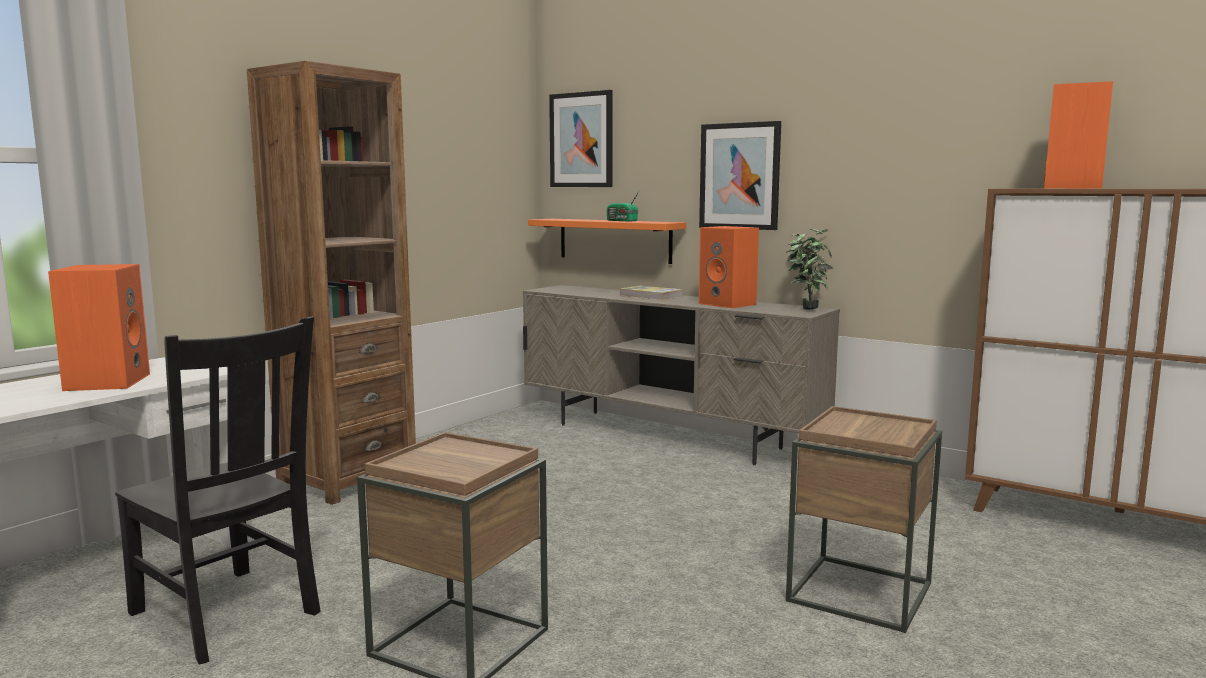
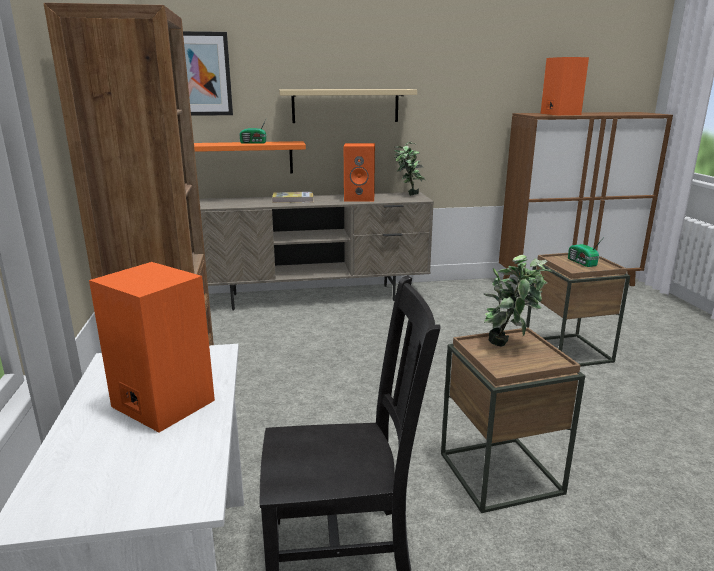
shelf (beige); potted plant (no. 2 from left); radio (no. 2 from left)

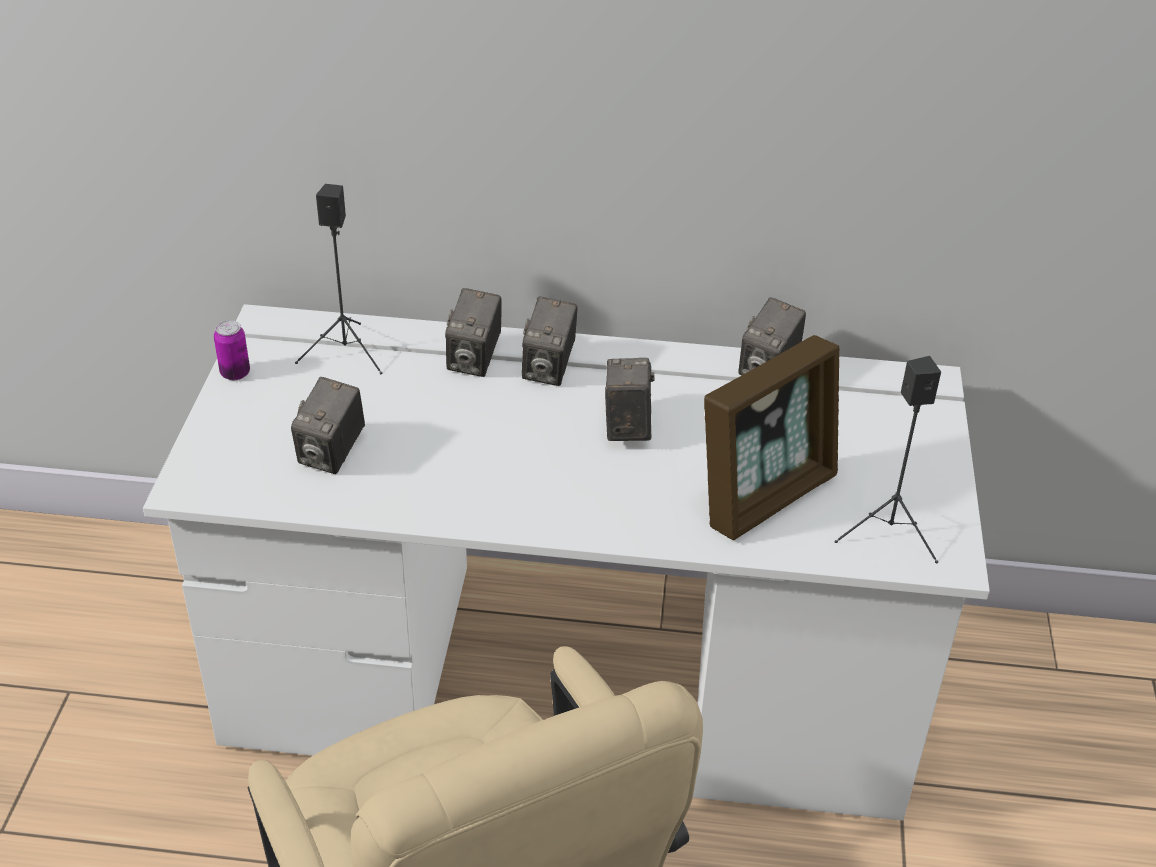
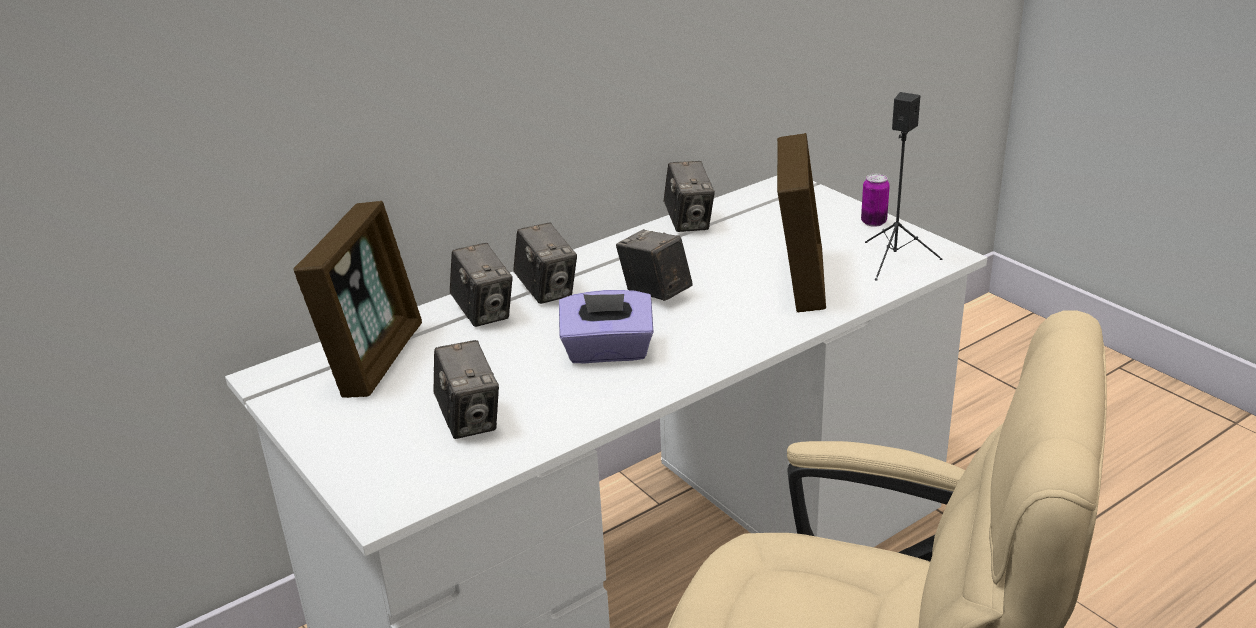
picture frame (no. 1 from left); tissue box (purple); can

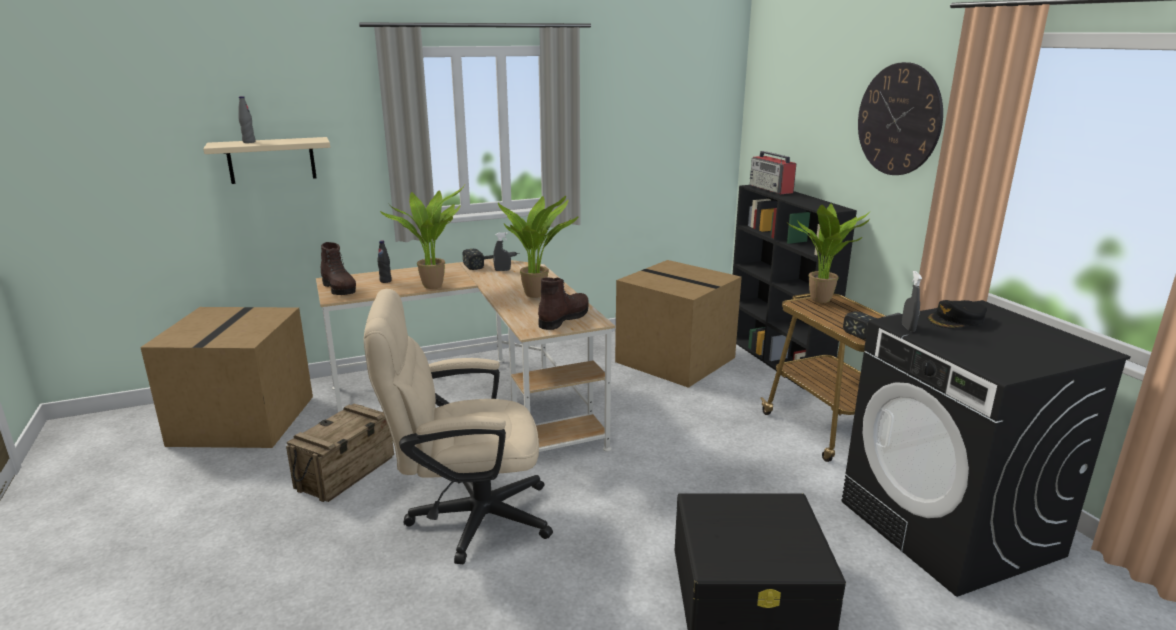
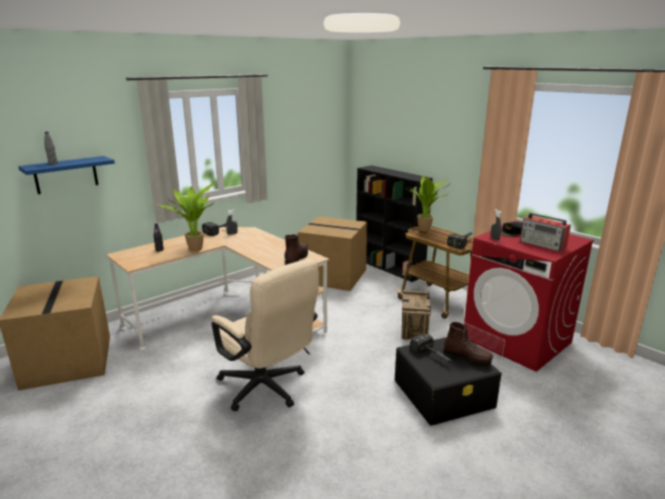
shelf (blue); office chair (beige); crate; hammer (no. 2 from left); boot (brown) (no. 2 from left); washing machine (red); radio; potted plant (no. 2 from left in the first image); wall clock

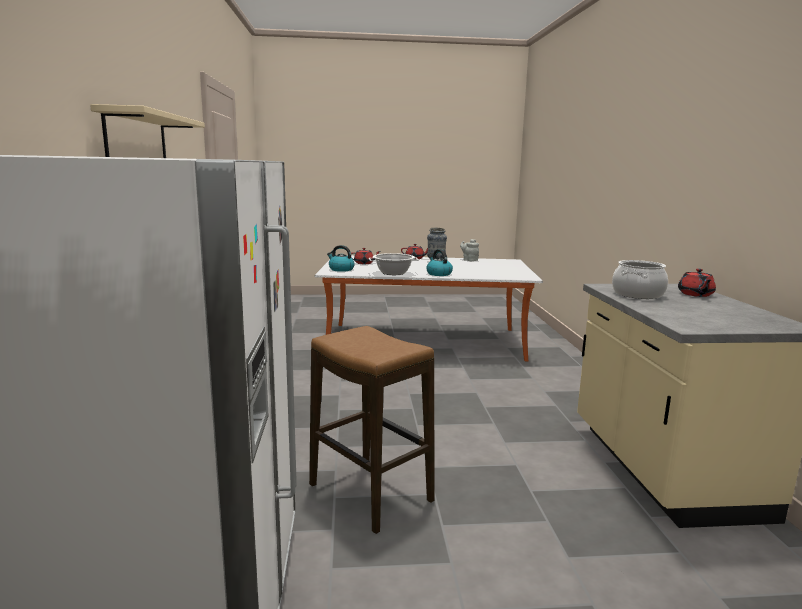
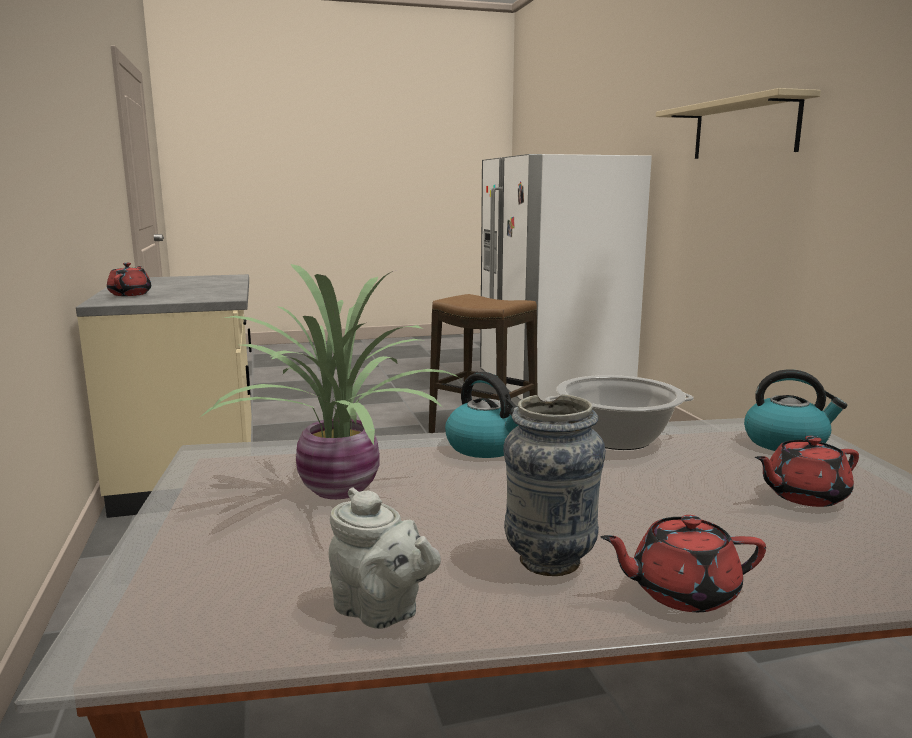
potted plant; cooking pot (no. 2 from left in the first image)

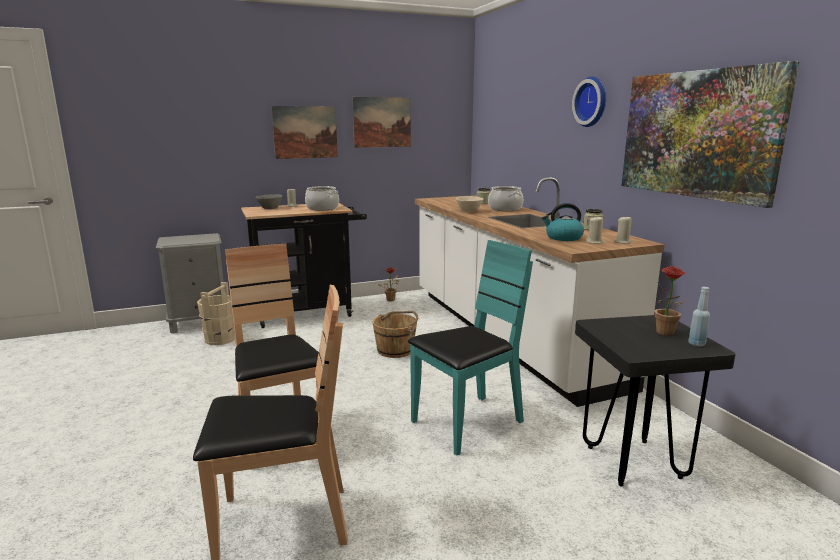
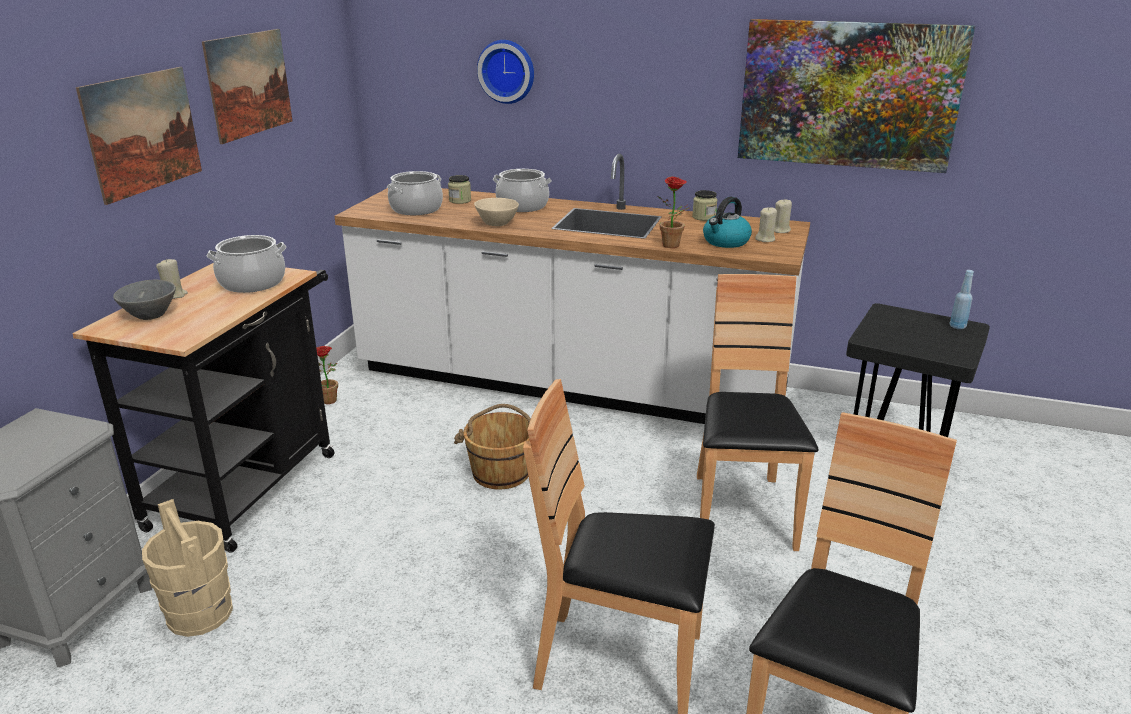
cooking pot (no. 2 from left); wall clock; potted plant (no. 2 from left); chair (brown) (no. 2 from left)

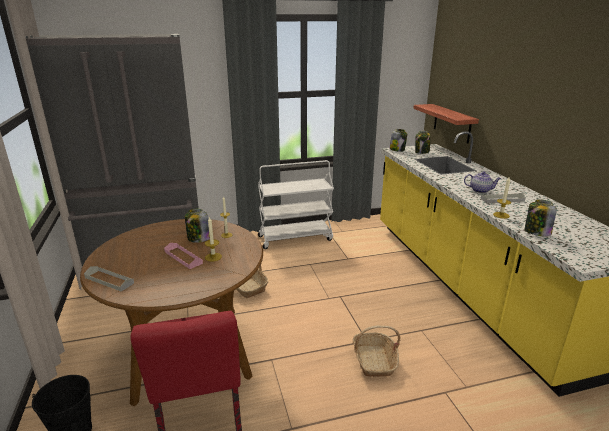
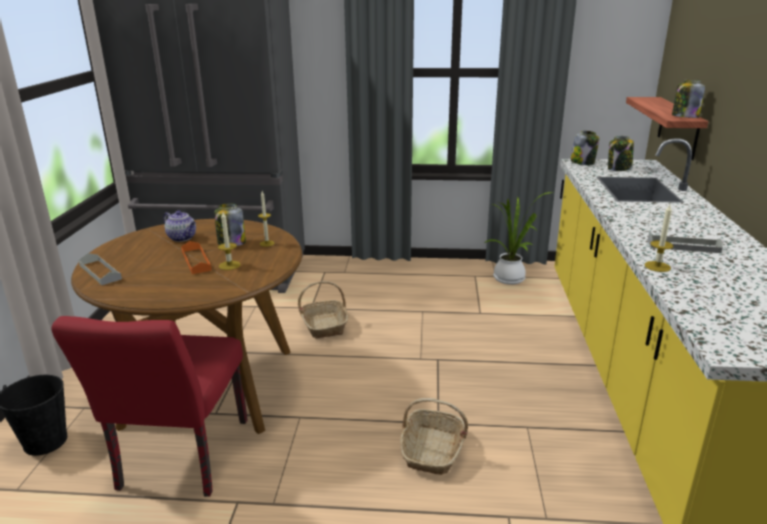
teapot; tray (orange); potted plant; jar (no. 4 from left); cart (white)

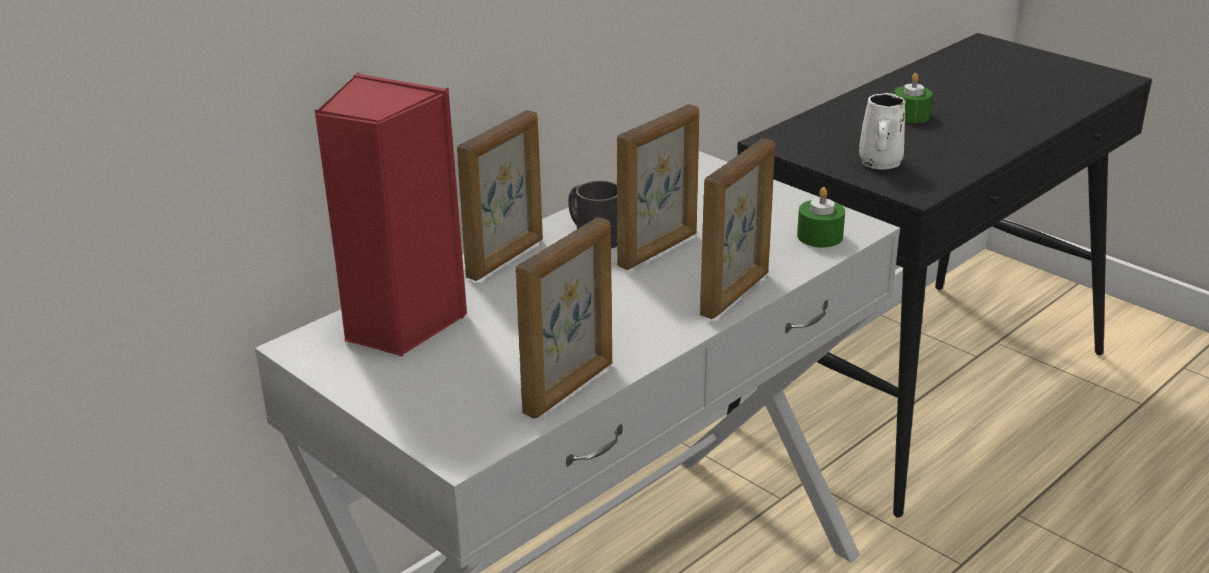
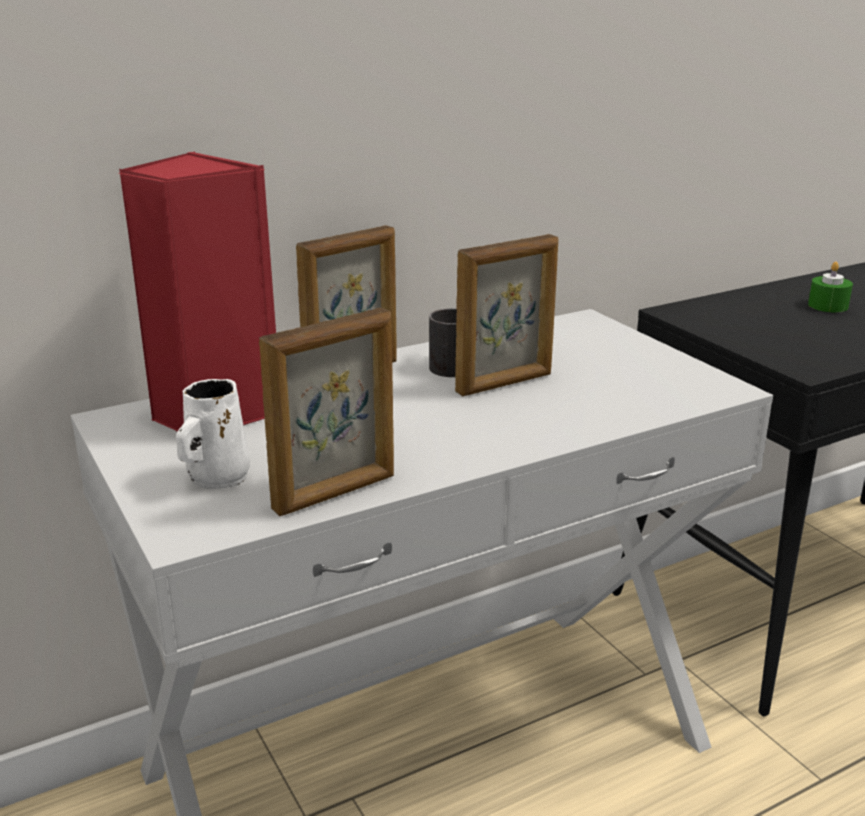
mug (white); picture frame (no. 4 from left in the first image); candle (green) (no. 1 from left in the first image)

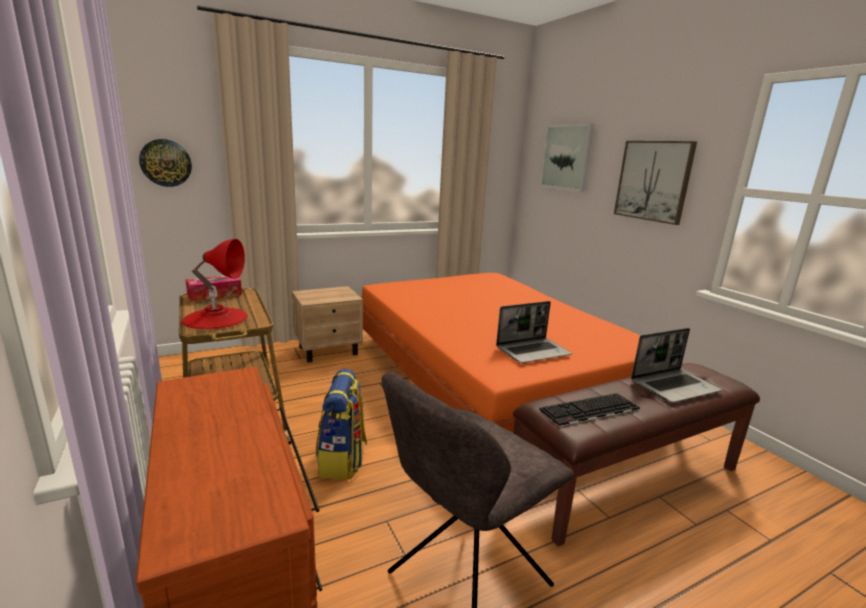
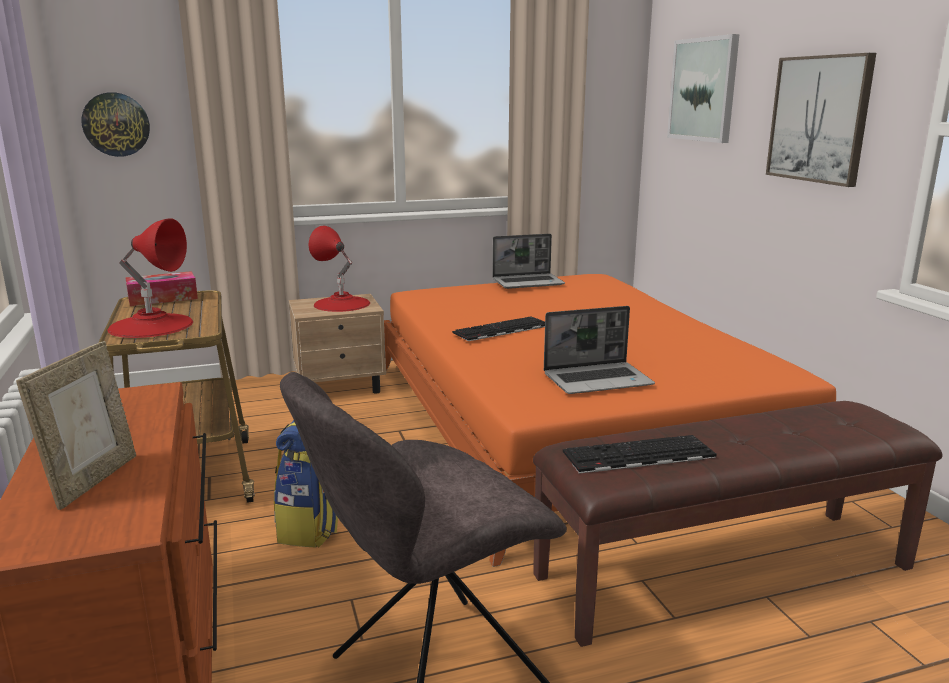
picture frame; table lamp (red) (no. 2 from left); keyboard (no. 1 from left); laptop (no. 1 from left)

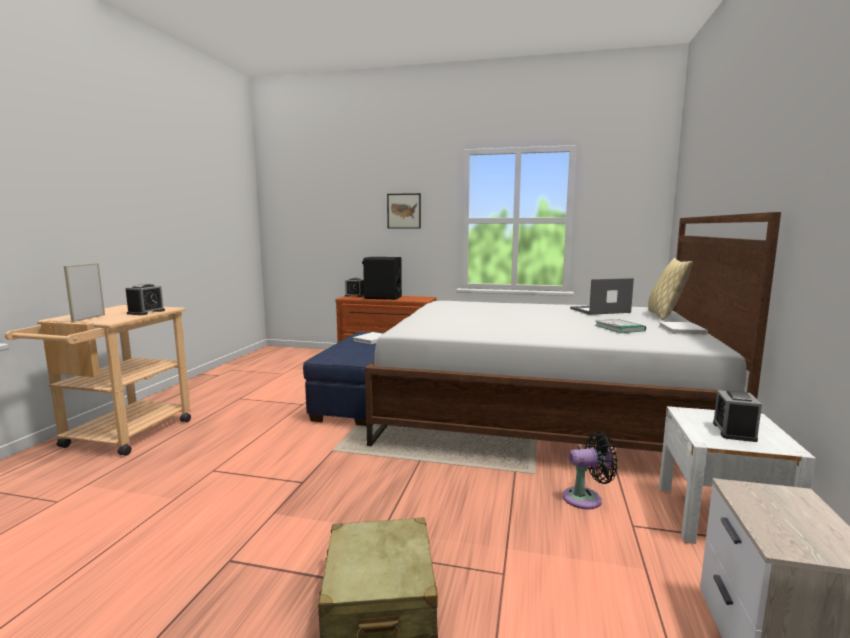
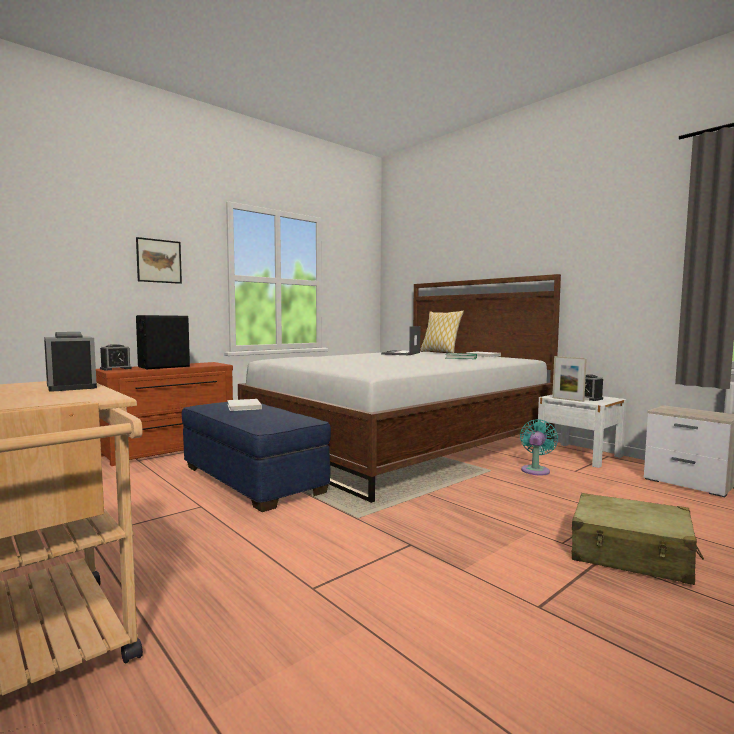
fan (turquoise); picture frame

